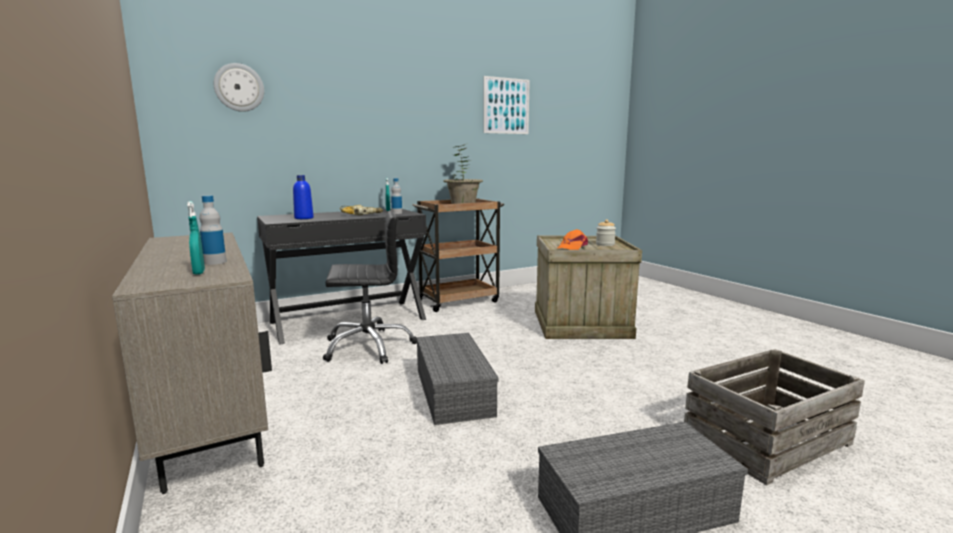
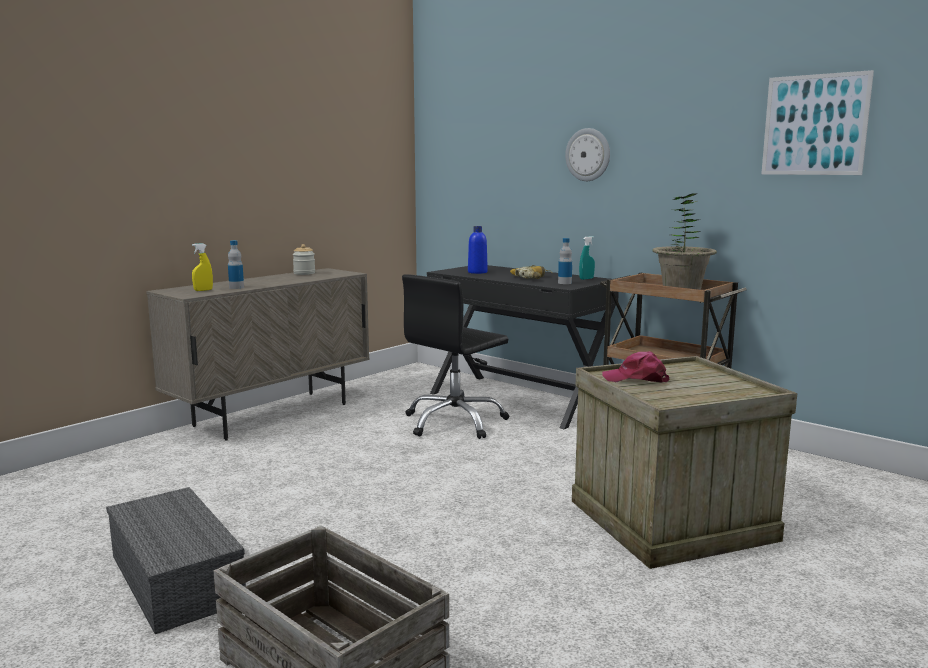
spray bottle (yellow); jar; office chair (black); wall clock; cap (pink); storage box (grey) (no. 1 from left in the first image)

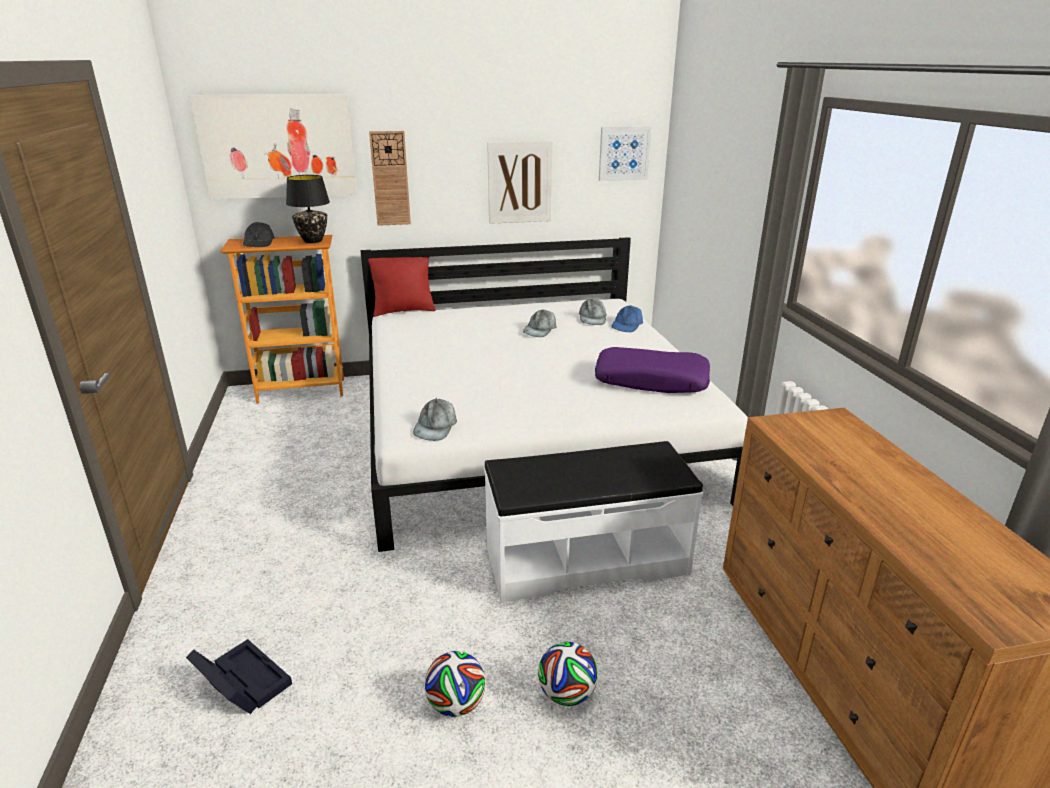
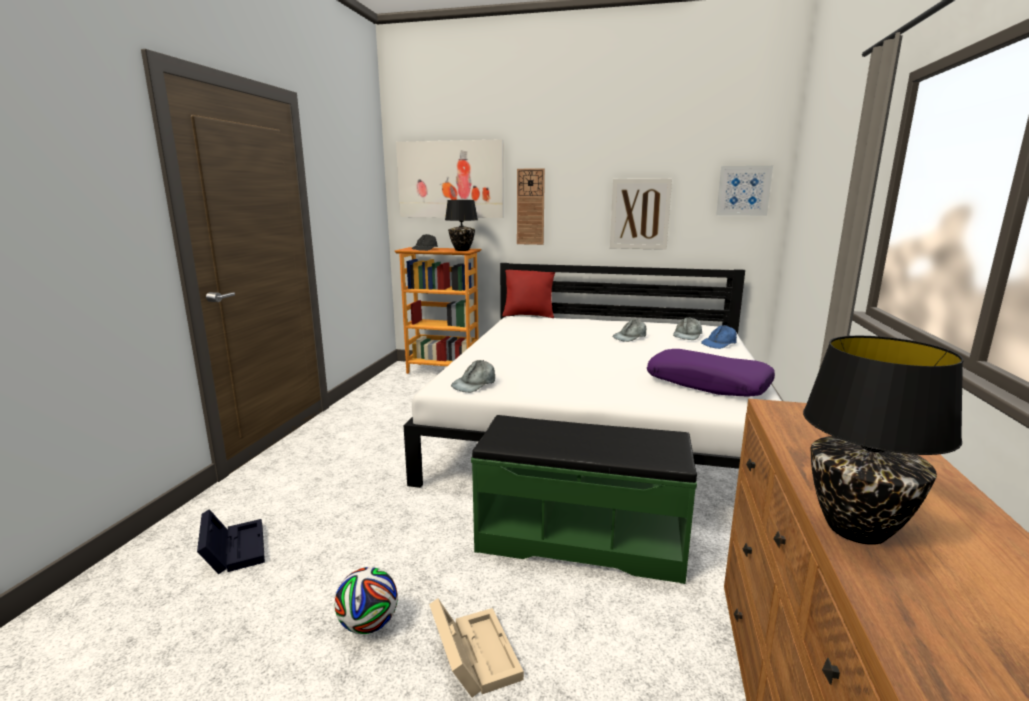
storage box (beige); bench (green); table lamp (black) (no. 2 from left)

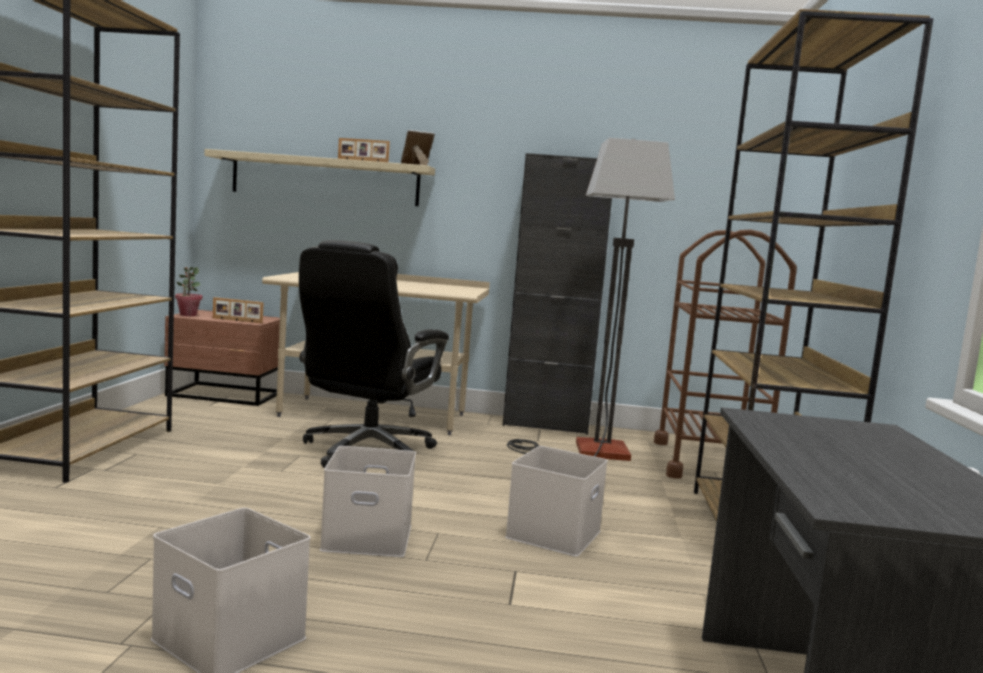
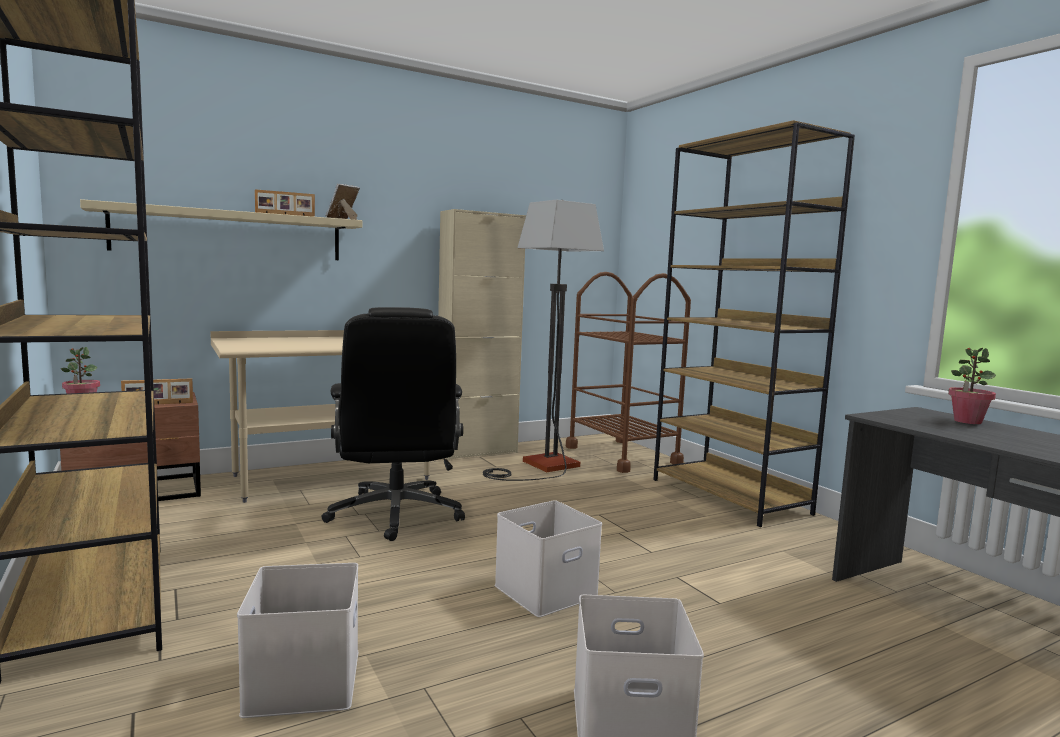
storage box (white) (no. 1 from left); cabinet (beige); potted plant (no. 2 from left)

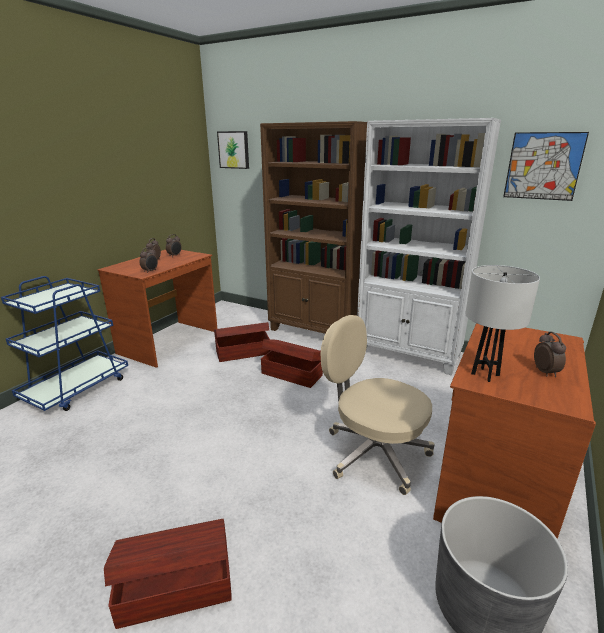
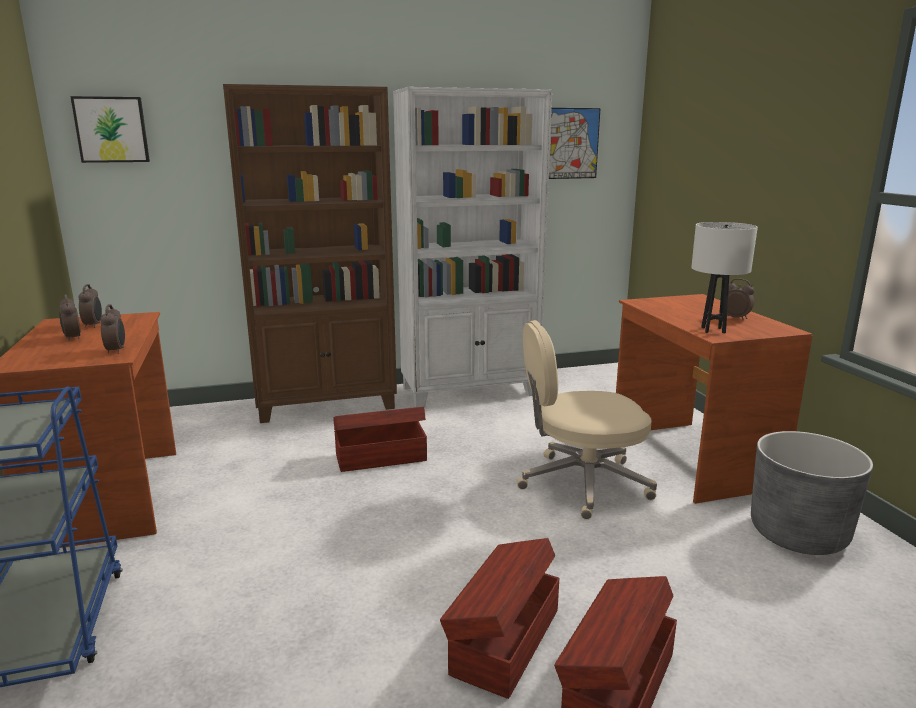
storage box (brown) (no. 2 from left)

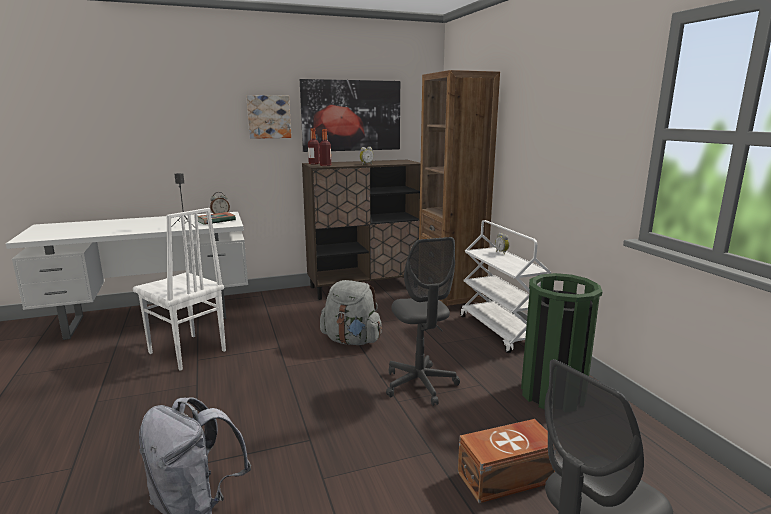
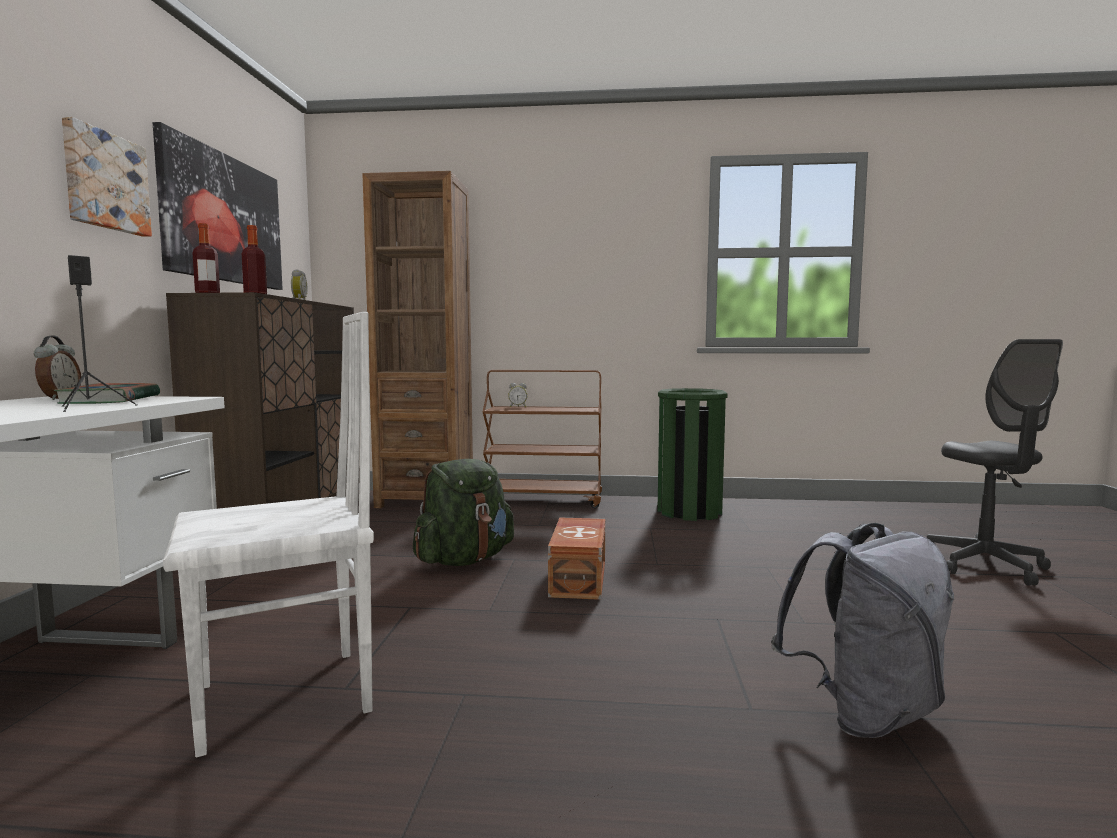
backpack (green); cart (brown); storage box (brown); office chair (grey) (no. 1 from left in the first image)

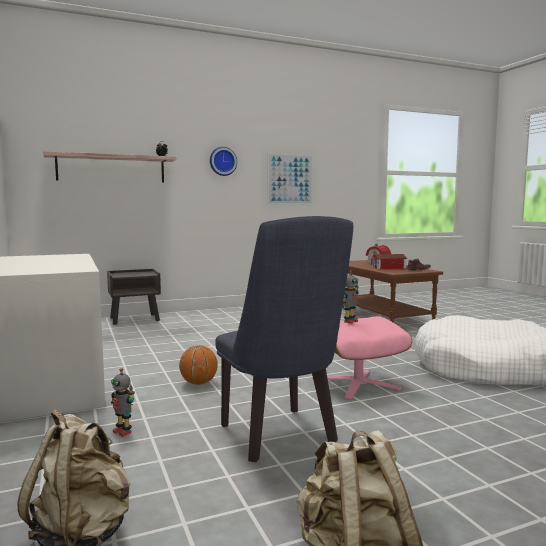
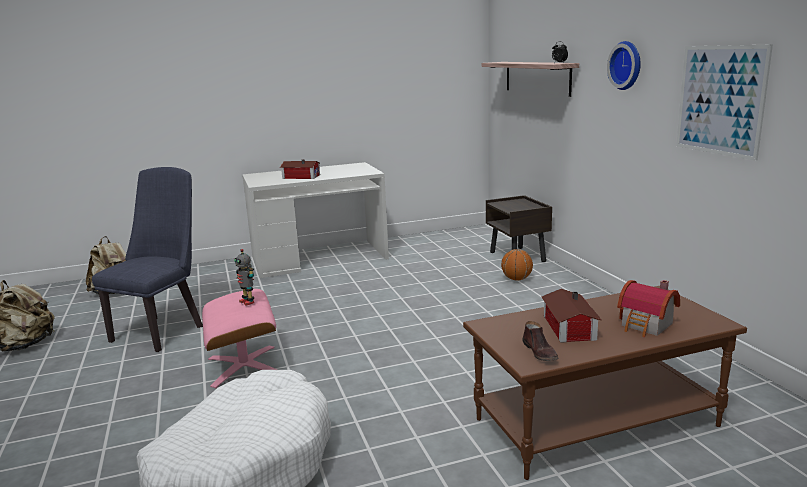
chair (blue); toy house (no. 1 from left); basketball; toy robot (no. 1 from left in the first image)

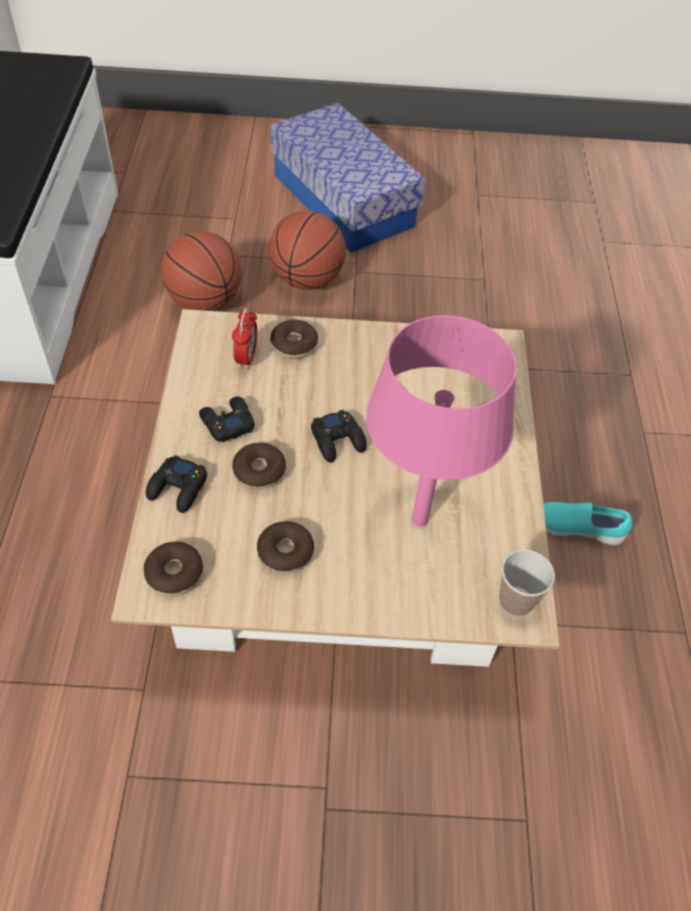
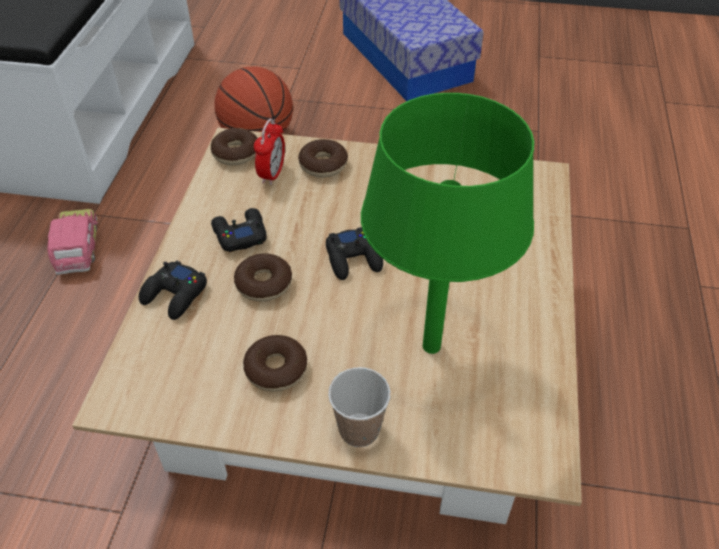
toy car; donut (no. 1 from left); cup; table lamp (green); basketball (no. 2 from left in the first image); shoe (turquoise)

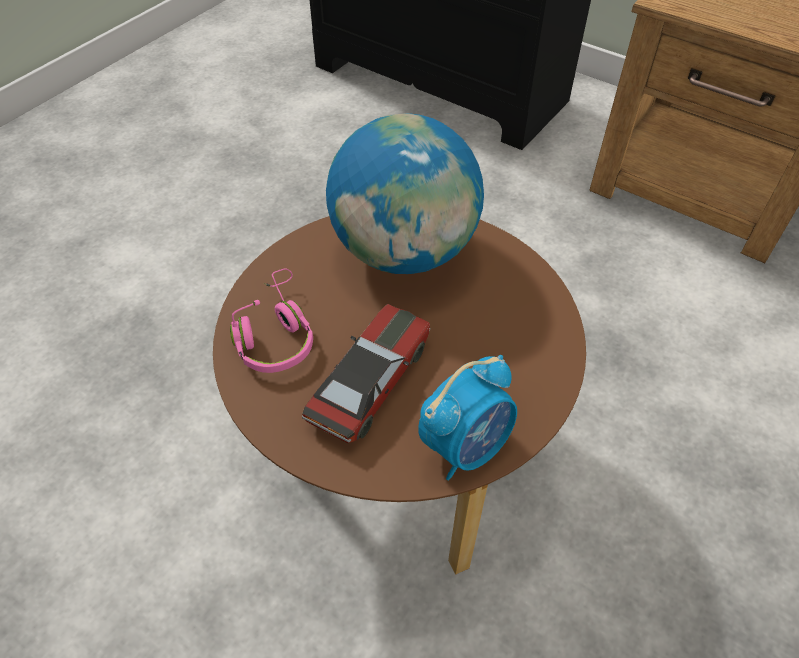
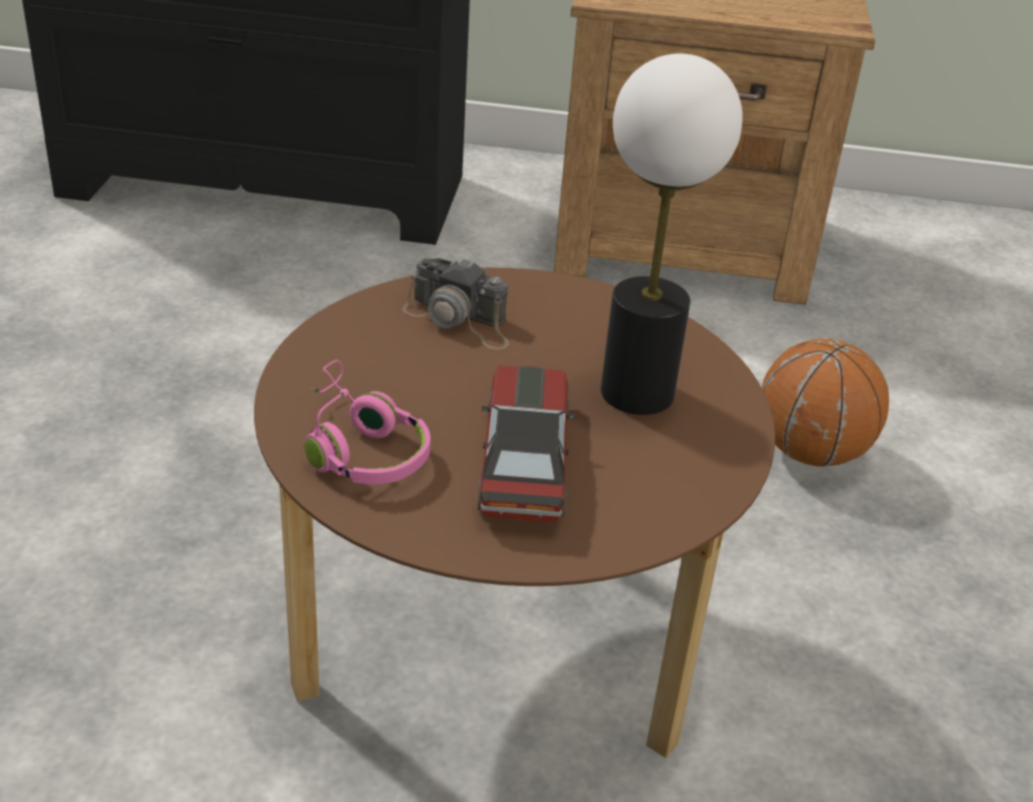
photo camera; table lamp; basketball; alarm clock

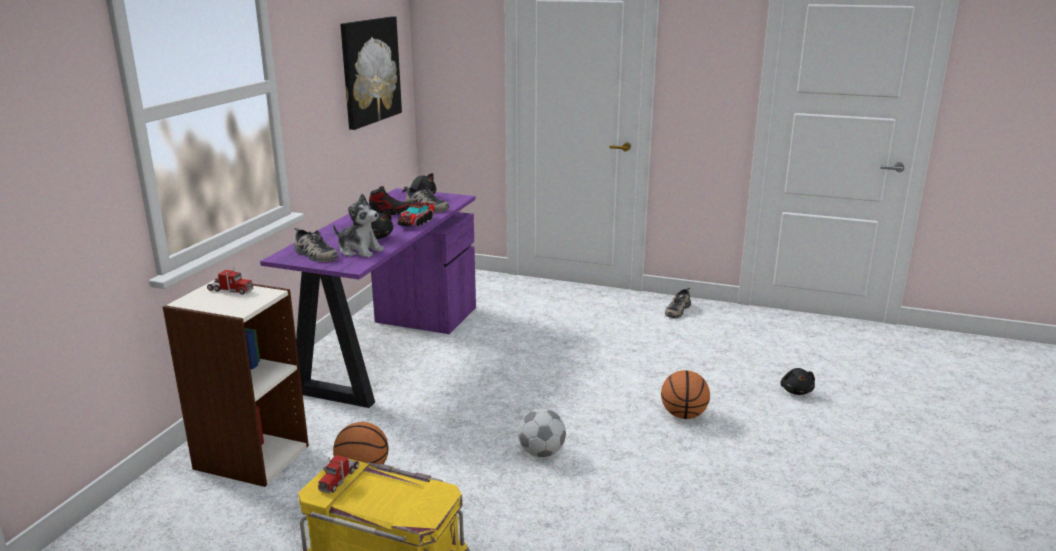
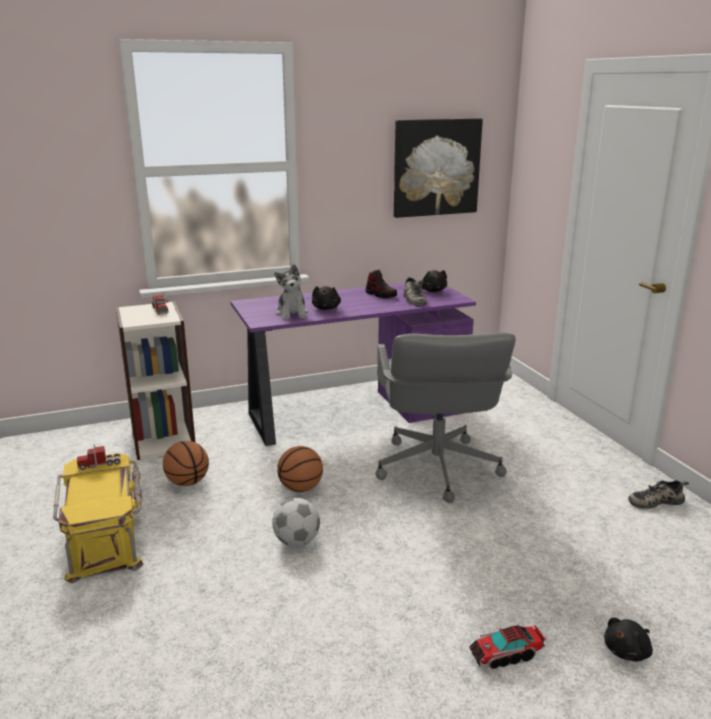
basketball (no. 2 from left); office chair (grey); toy truck (no. 3 from left); shoe (no. 1 from left in the first image)

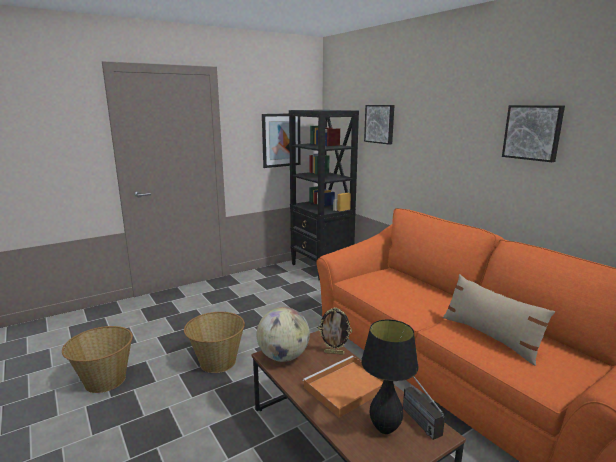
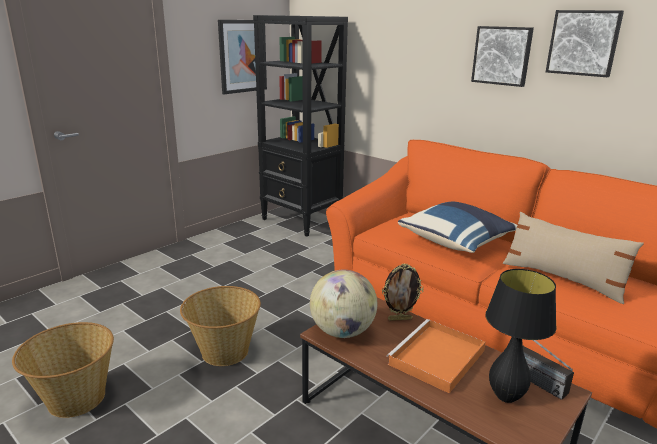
pillow (blue); picture (no. 2 from left)

